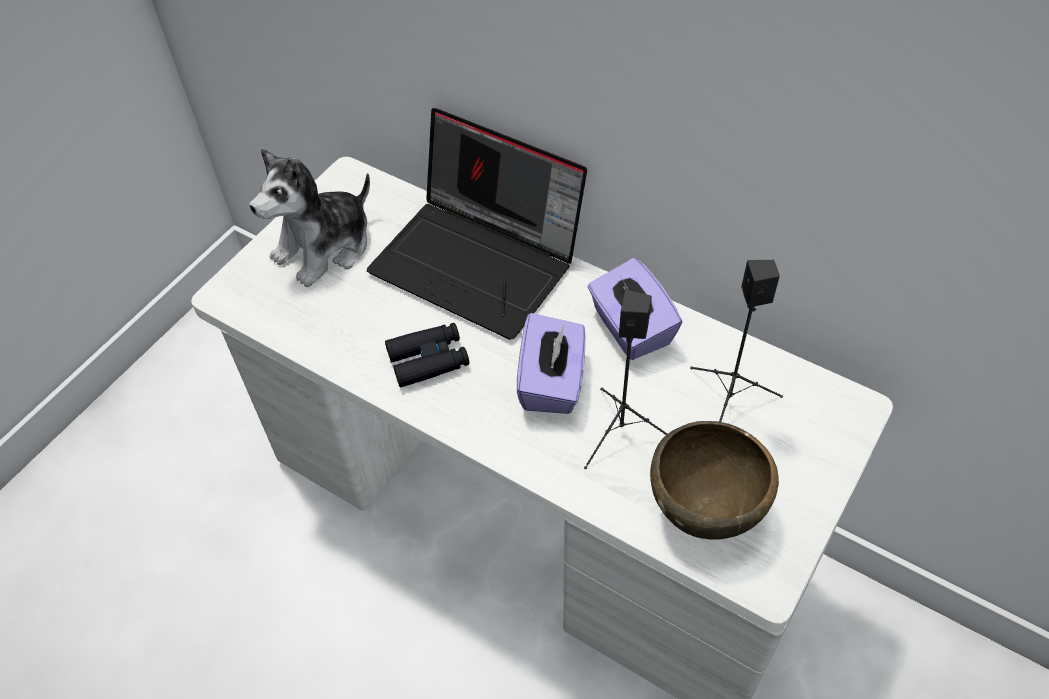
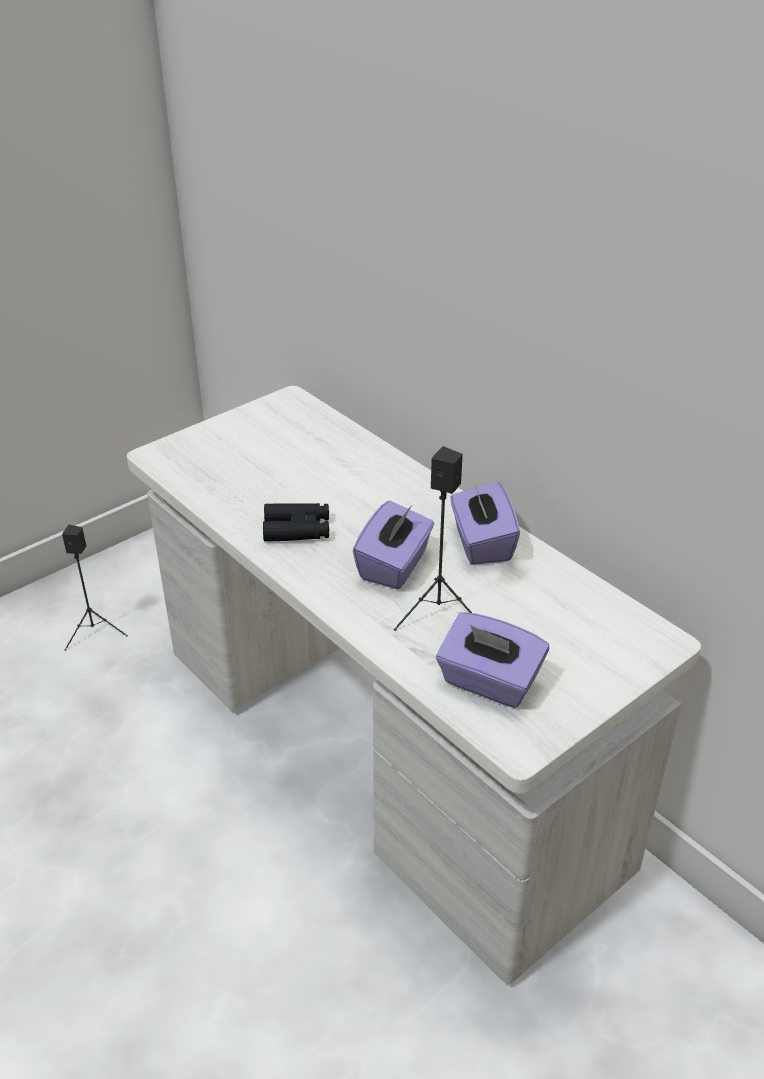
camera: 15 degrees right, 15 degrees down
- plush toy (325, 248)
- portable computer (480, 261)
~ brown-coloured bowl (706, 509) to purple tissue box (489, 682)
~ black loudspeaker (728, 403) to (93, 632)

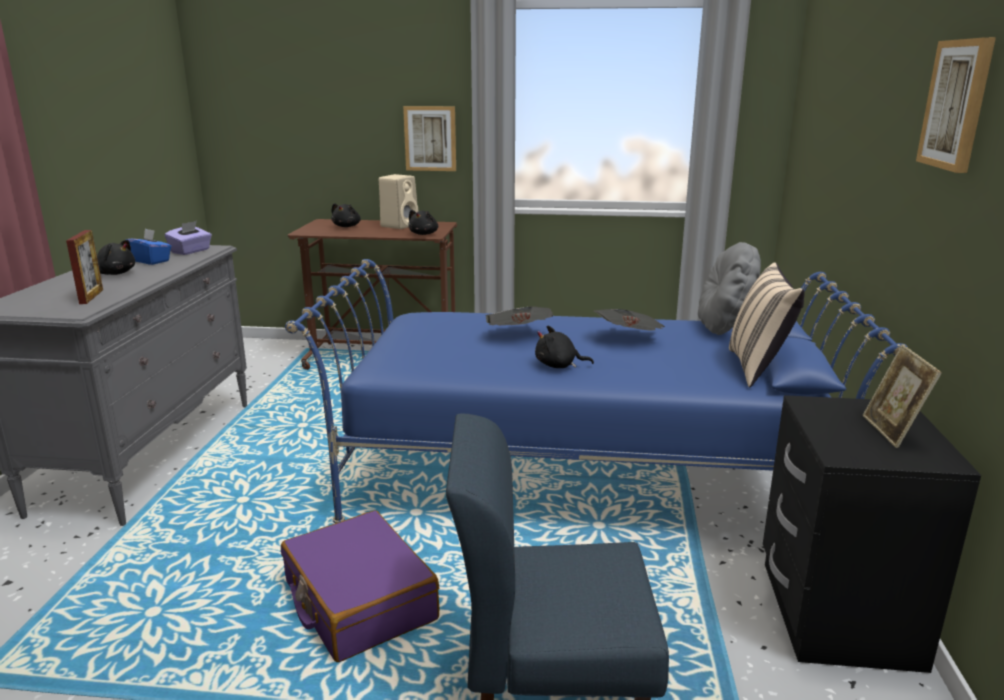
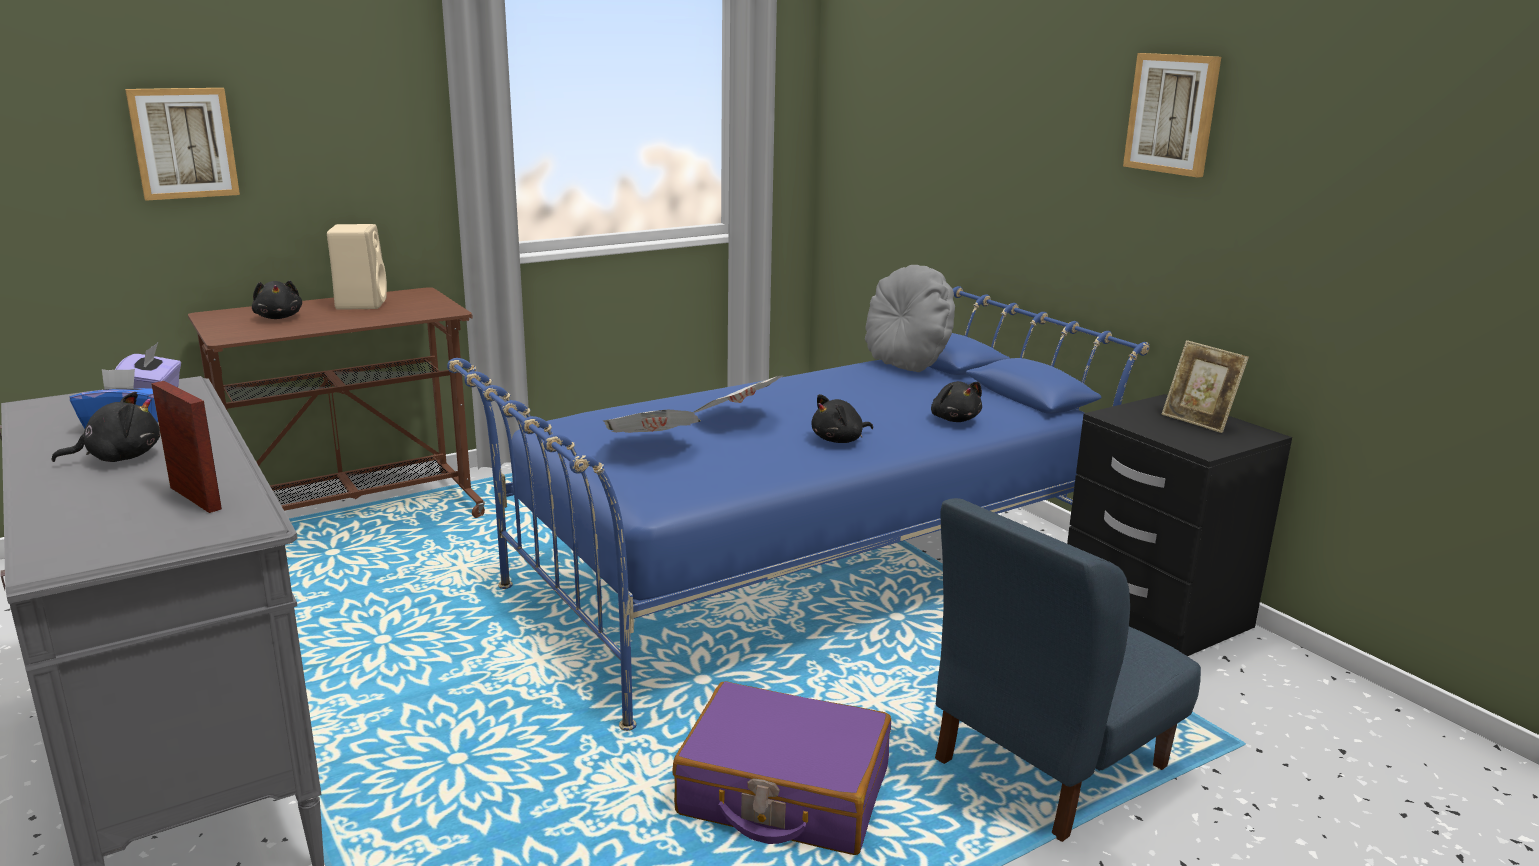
camera: 40 degrees left, 0 degrees up
~ wall art (430, 138) to (183, 143)
~ black plush toy (424, 234) to (954, 419)
~ daily paper (629, 339) to (652, 448)
- sand-coloured throw pillow (758, 368)

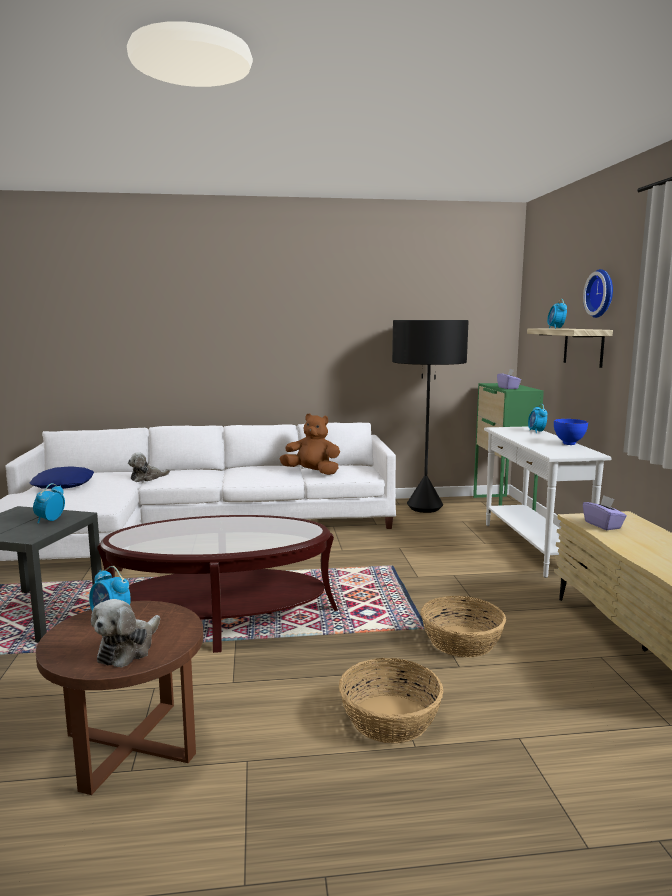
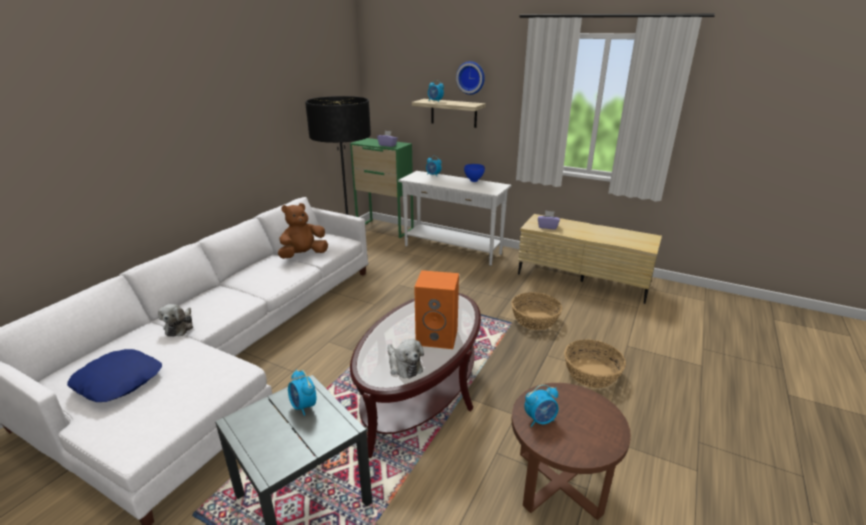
camera: 55 degrees left, 15 degrees up
~ plush toy (128, 649) to (404, 366)
+ orangey loudspeaker (438, 337)

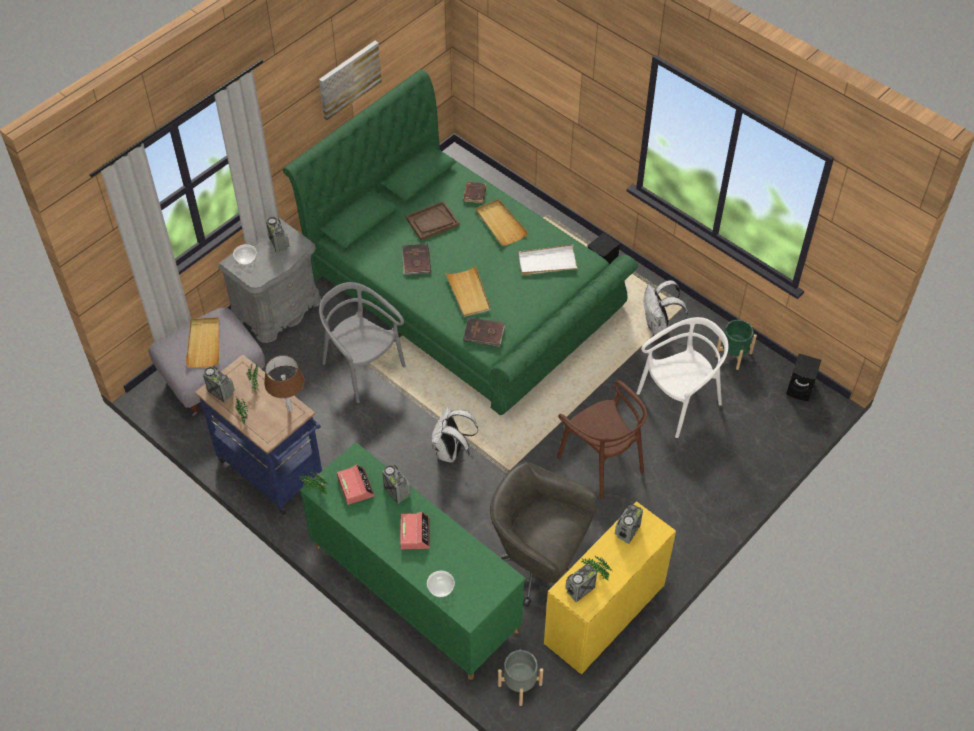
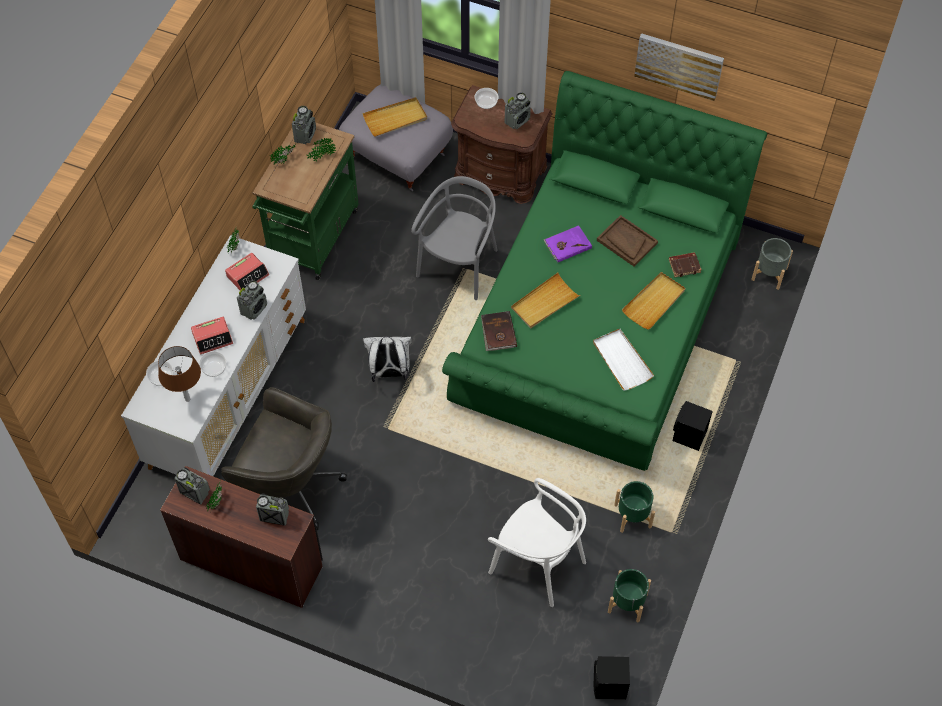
camera: 70 degrees right, 5 degrees up
~ blue-coloured trolley (273, 472) to green-coloured trolley (312, 239)
~ gray nightstand (280, 309) to brown-coloured nightstand (499, 175)
~ brown-coloured tabletop lamp (290, 409) to (188, 399)
~ green-coloured drawer chest (415, 588) to white drawer chest (228, 392)
~ brown-coloured bound book (415, 261) to purple bound book (567, 245)
~ gray computer chair (538, 562) = (290, 486) 105 degrees clockwise
~ gray flower pot (519, 685) to (769, 274)
~ yellowish desk (603, 613) to brown-coloured desk (252, 560)
- brown-coloured chair (602, 462)
~ white rucksack (658, 326) to green-coloured flower pot (633, 516)
+ bowl (214, 368)

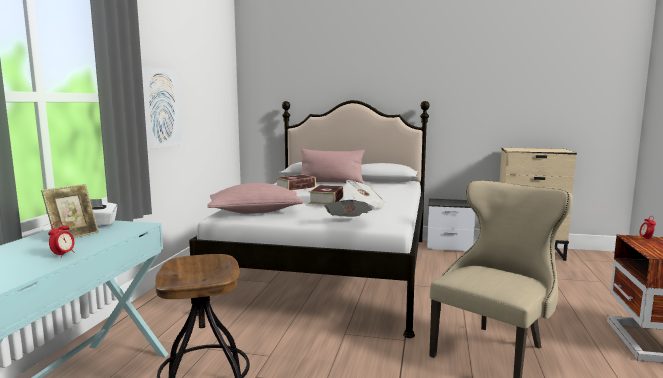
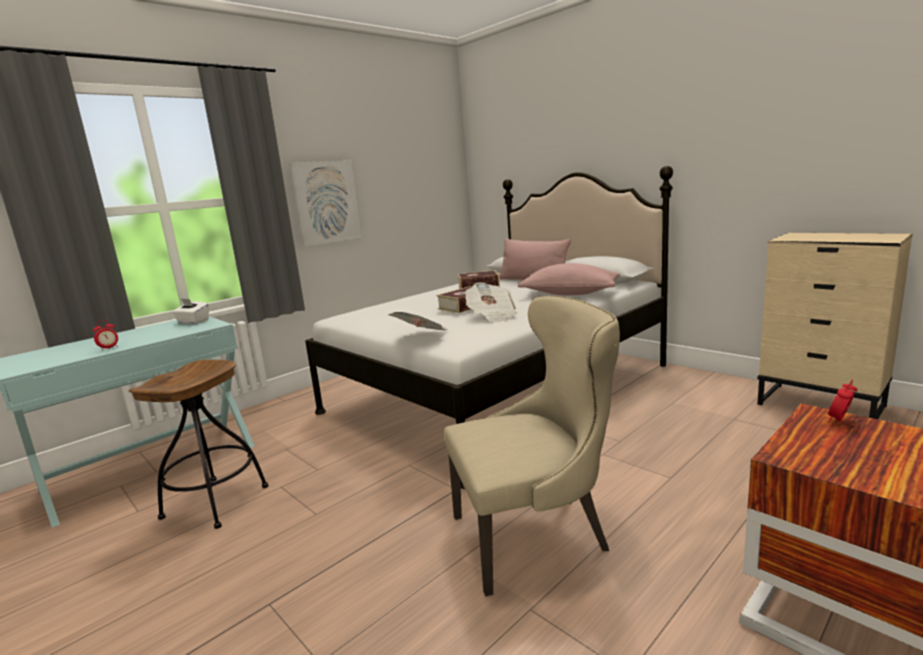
camera: 35 degrees right, 5 degrees up
- picture frame (73, 236)
~ pinkish throw pillow (255, 212) to (569, 294)
- nightstand (450, 246)

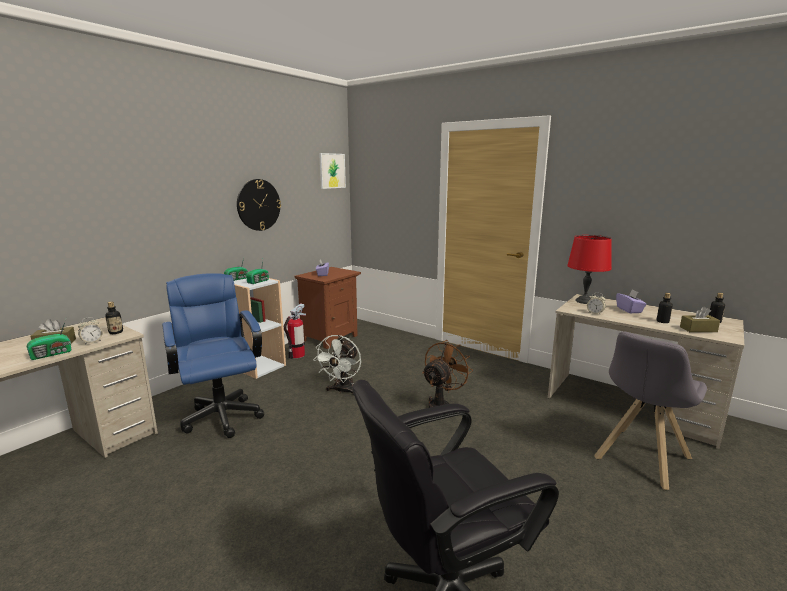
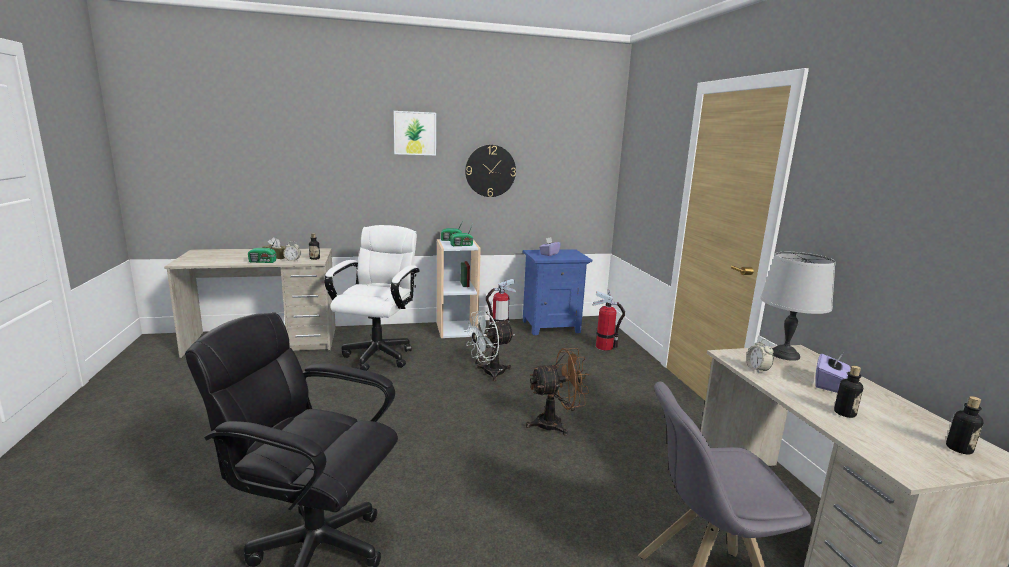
camera: 40 degrees right, 0 degrees up
~ blue-coloured computer chair (221, 416) to white computer chair (379, 355)
~ brown-coloured nightstand (331, 338) to blue-coloured nightstand (552, 327)
~ wall art (332, 171) to (415, 133)
~ reddish tabletop lamp (585, 301) to gray tabletop lamp (785, 355)
- brown-coloured tissue box (698, 329)
+ fire-fighting cylinder (604, 347)

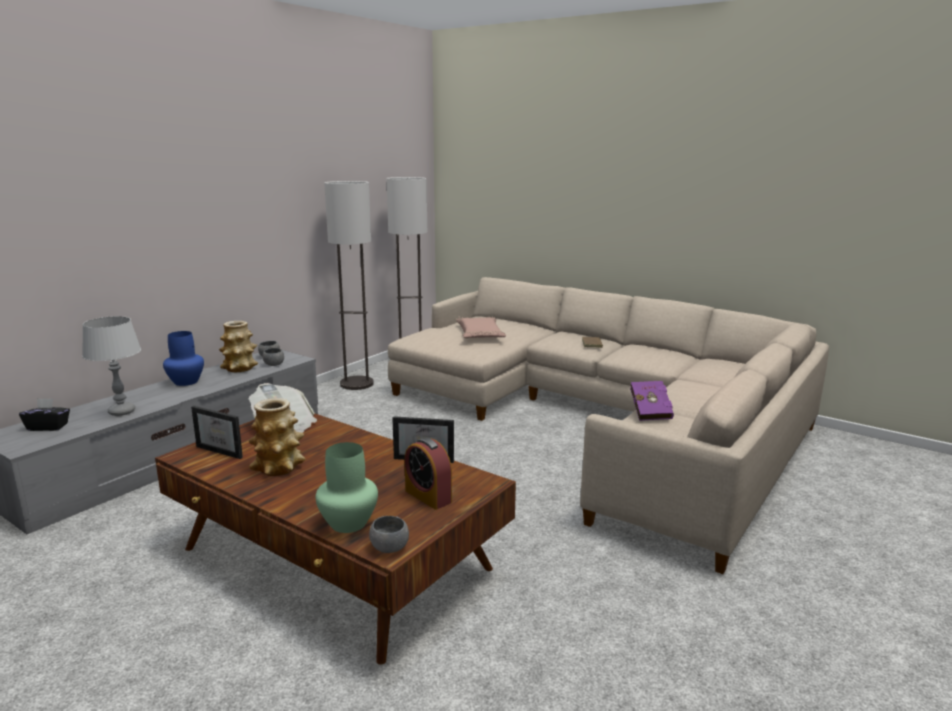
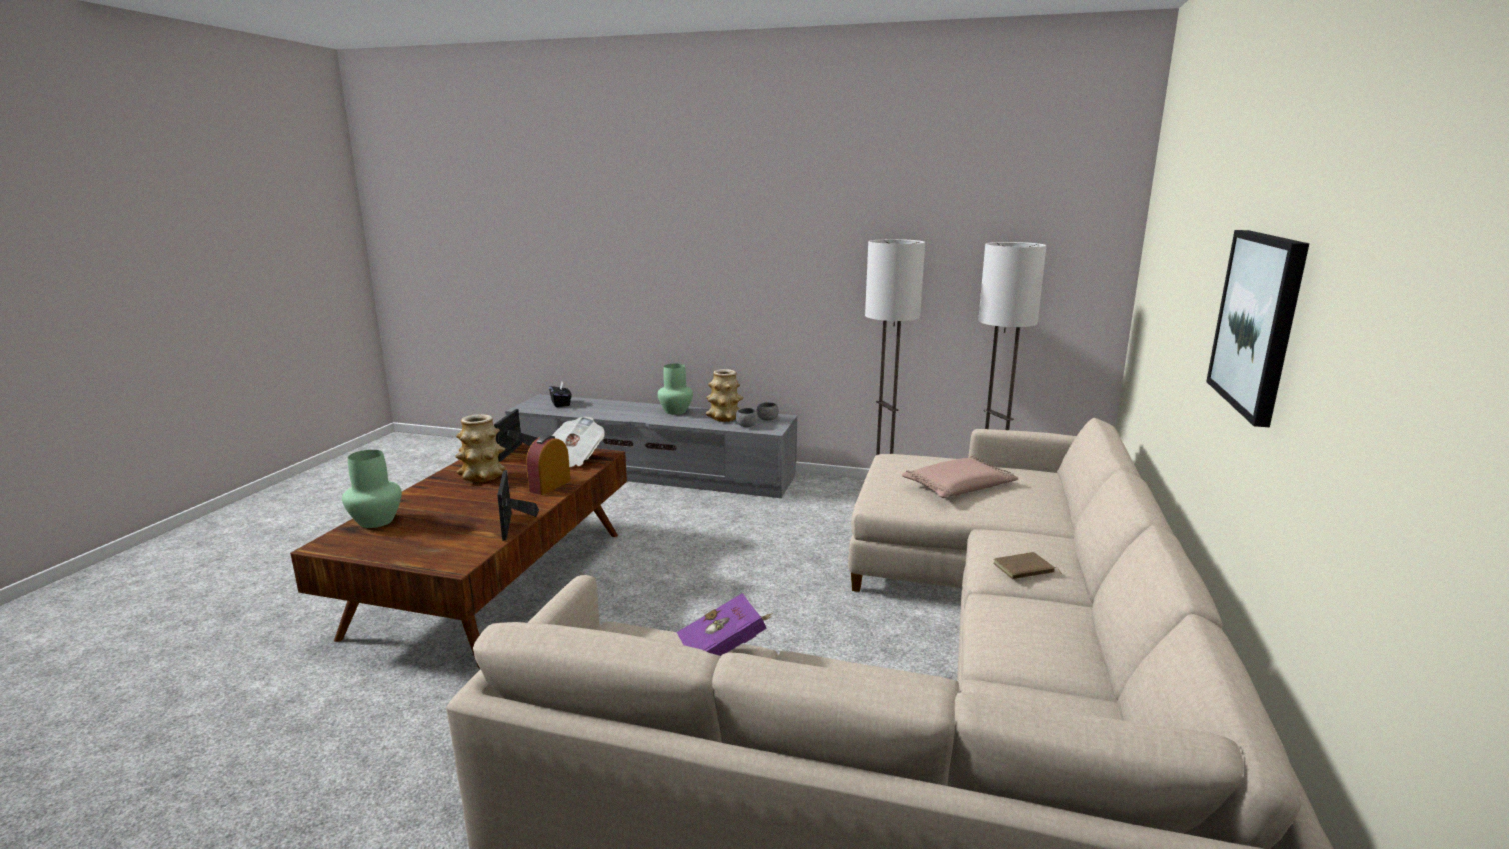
camera: 70 degrees right, 0 degrees up
- gray tabletop lamp (122, 412)
~ blue-coloured flower vase (185, 382) to green-coloured flower vase (675, 411)
- gray bowl (389, 548)
~ table clock (428, 496) to (550, 486)
+ wall art (1258, 322)

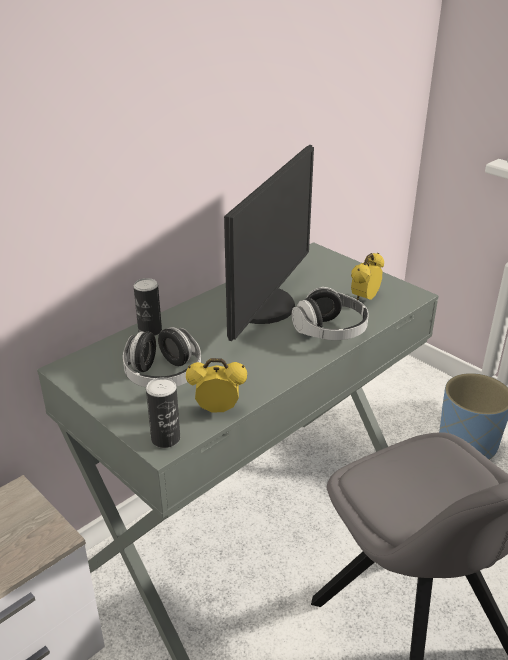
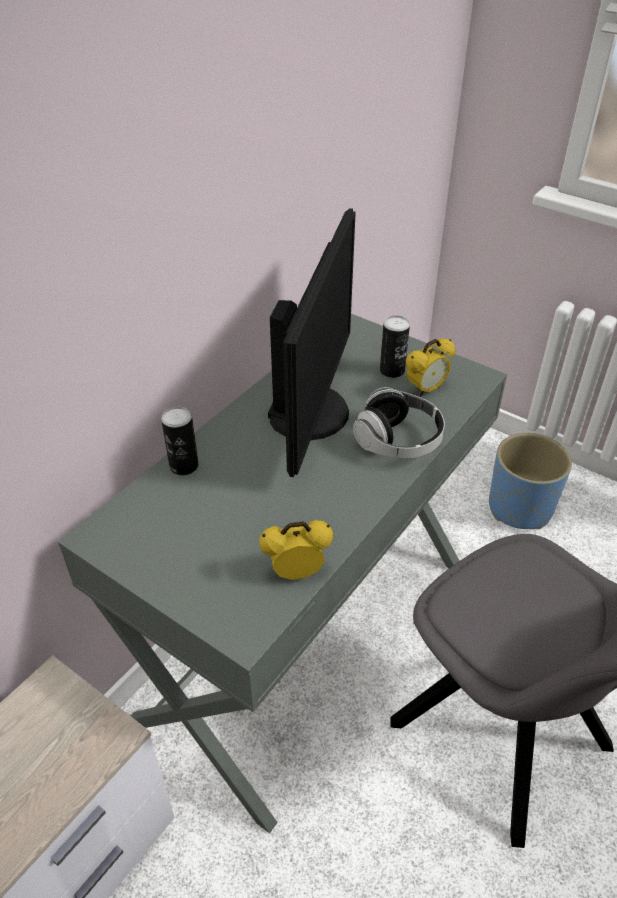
camera: 10 degrees left, 10 degrees up
- pair of headphones (163, 376)
~ can (165, 438) to (392, 370)
~ table clock (364, 299) = (426, 389) 150 degrees counterclockwise

